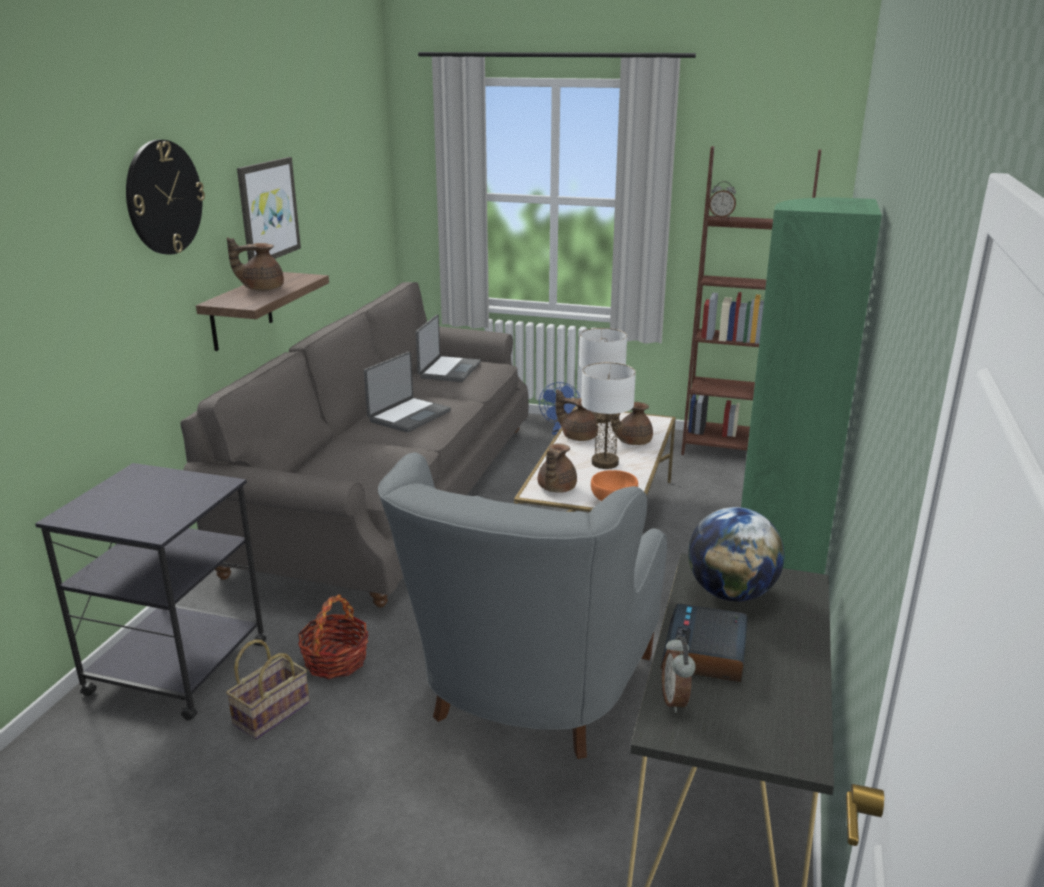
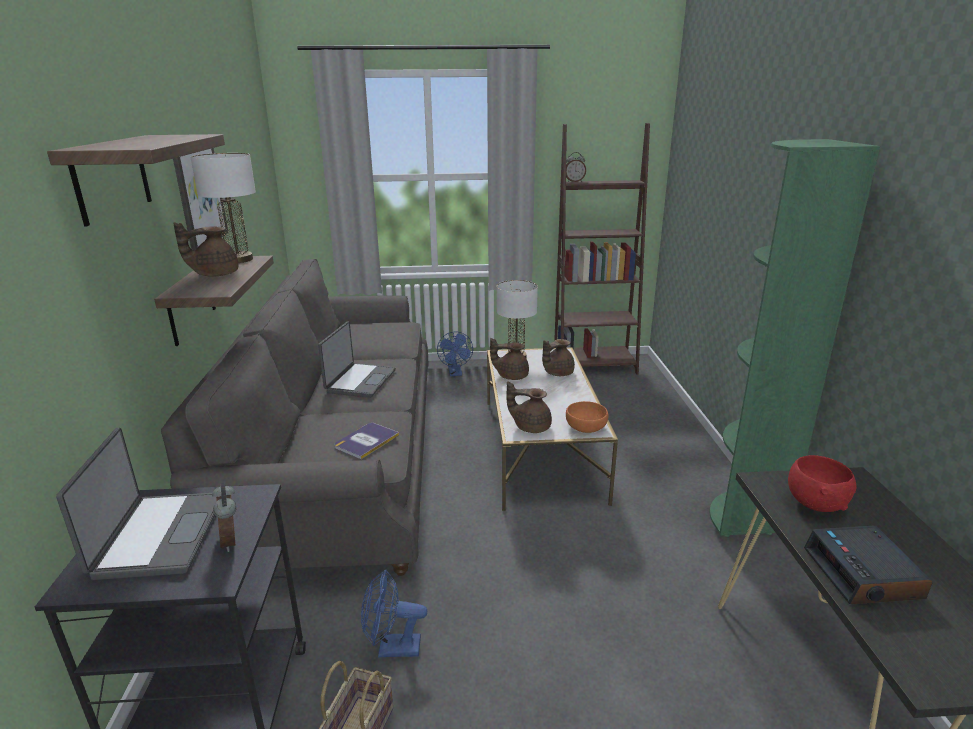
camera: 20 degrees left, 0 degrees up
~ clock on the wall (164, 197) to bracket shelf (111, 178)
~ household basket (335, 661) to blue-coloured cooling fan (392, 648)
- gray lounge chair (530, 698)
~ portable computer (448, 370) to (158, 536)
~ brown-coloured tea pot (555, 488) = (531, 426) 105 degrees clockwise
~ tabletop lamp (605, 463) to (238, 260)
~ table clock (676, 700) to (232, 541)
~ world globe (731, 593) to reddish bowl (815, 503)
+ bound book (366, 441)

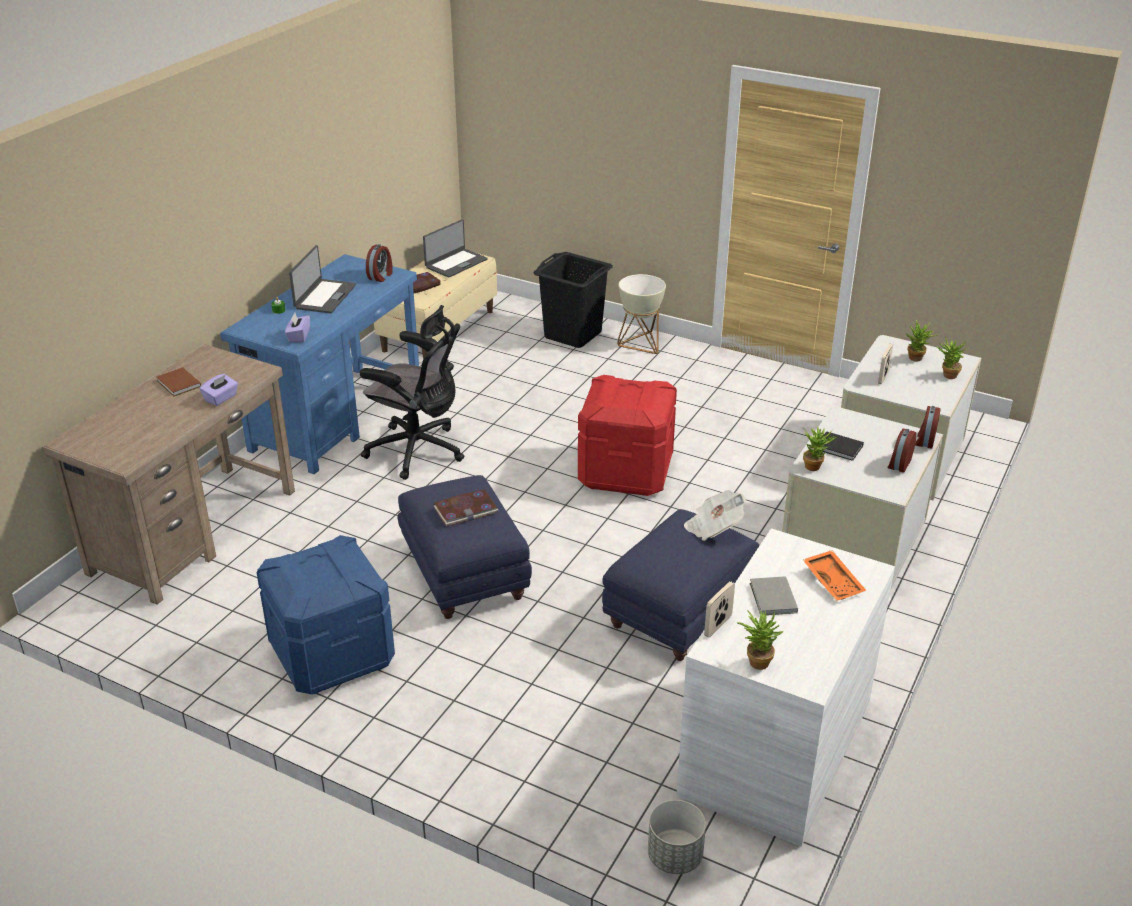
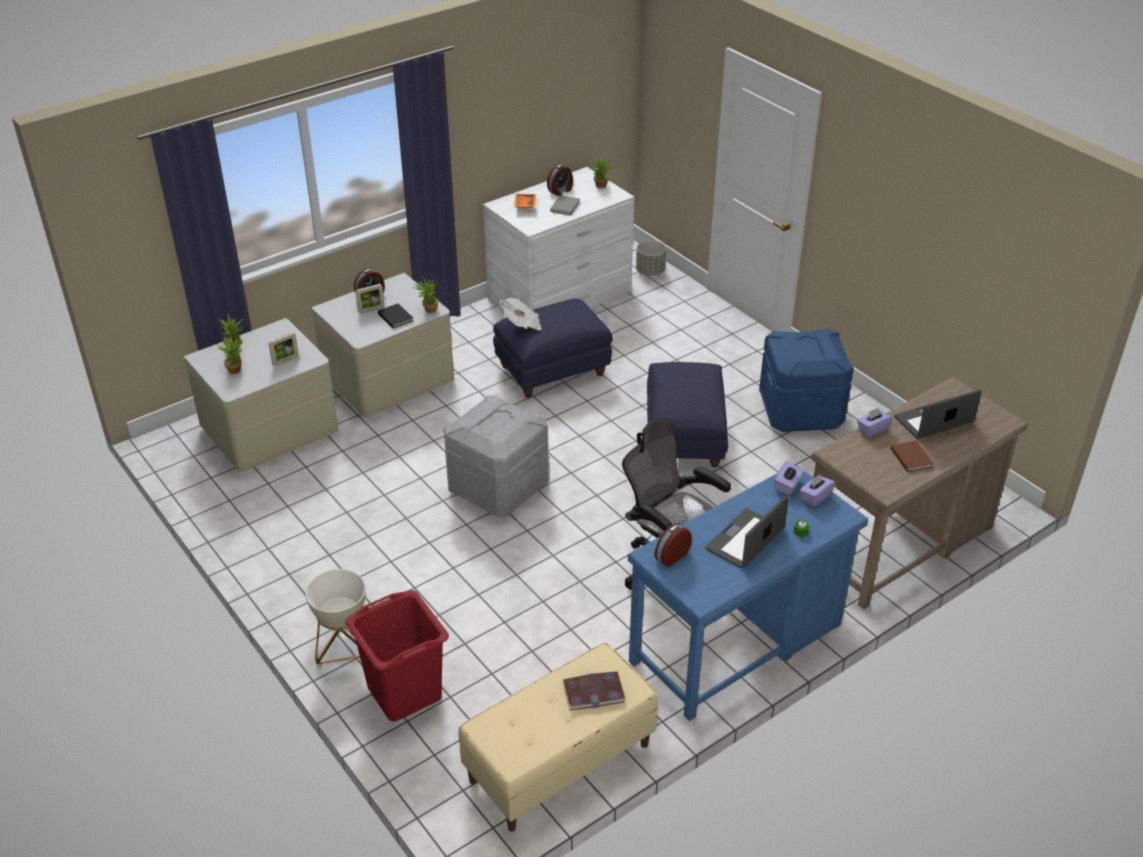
camera: 155 degrees left, 5 degrees up
~ portable computer (455, 263) to (934, 421)
- bound book (466, 510)
~ black hamper (573, 335) to reddish hamper (405, 692)
~ reddish storage container (626, 472) to gray storage container (498, 487)
~ picture frame (718, 626) to (371, 310)
~ table clock (925, 440) to (560, 191)
+ purple tissue box (815, 497)

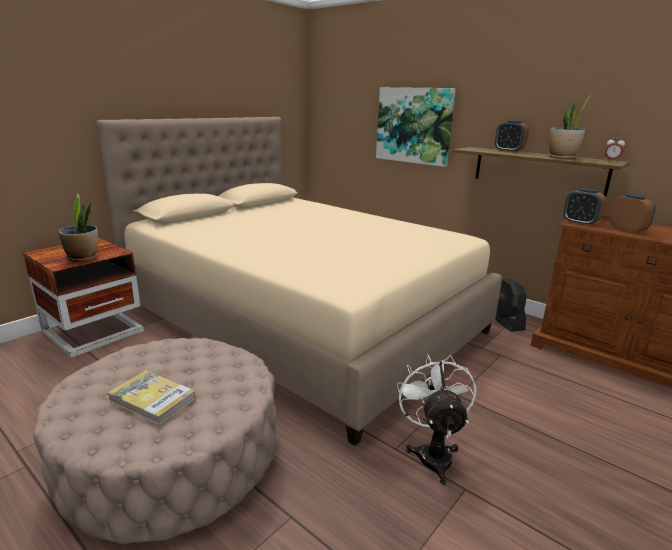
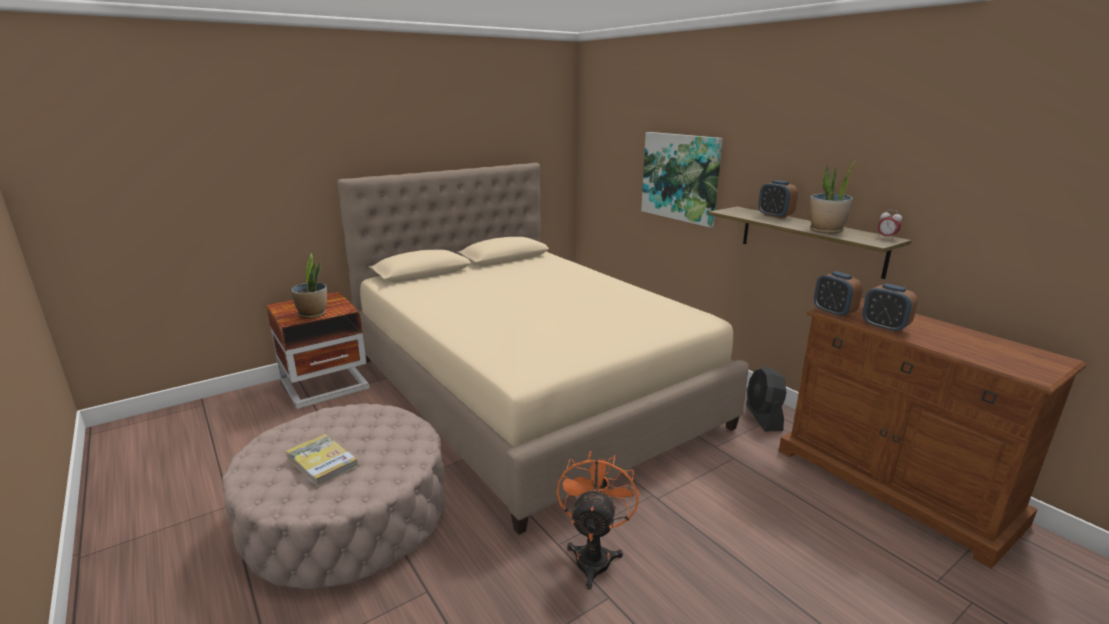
camera: 15 degrees right, 0 degrees up
~ white cooling fan (432, 453) to orangey cooling fan (594, 555)
~ table clock (627, 230) = (884, 327) 150 degrees clockwise

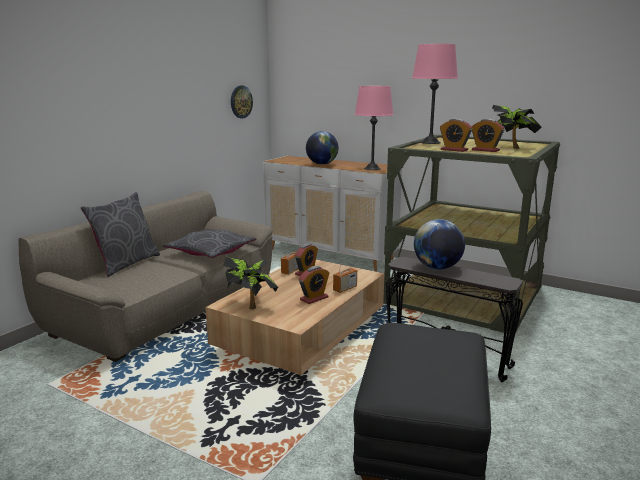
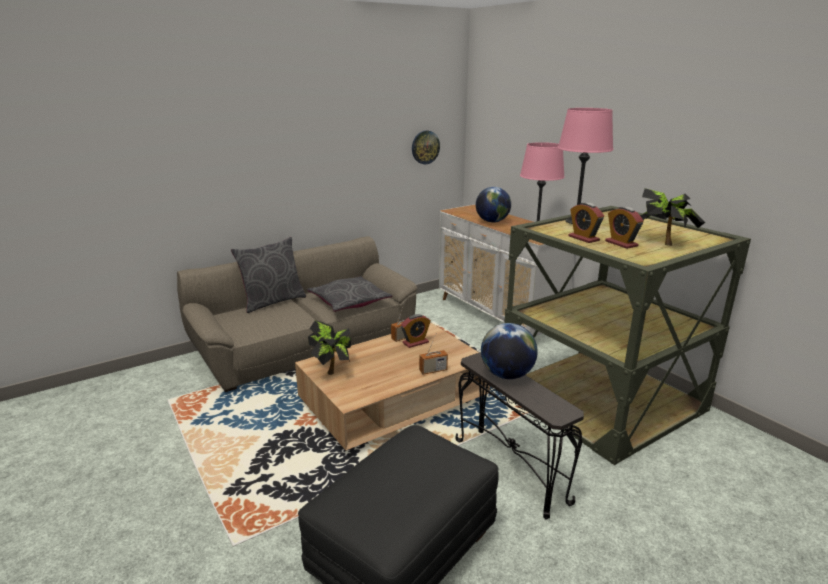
camera: 25 degrees right, 5 degrees up
- table clock (314, 298)

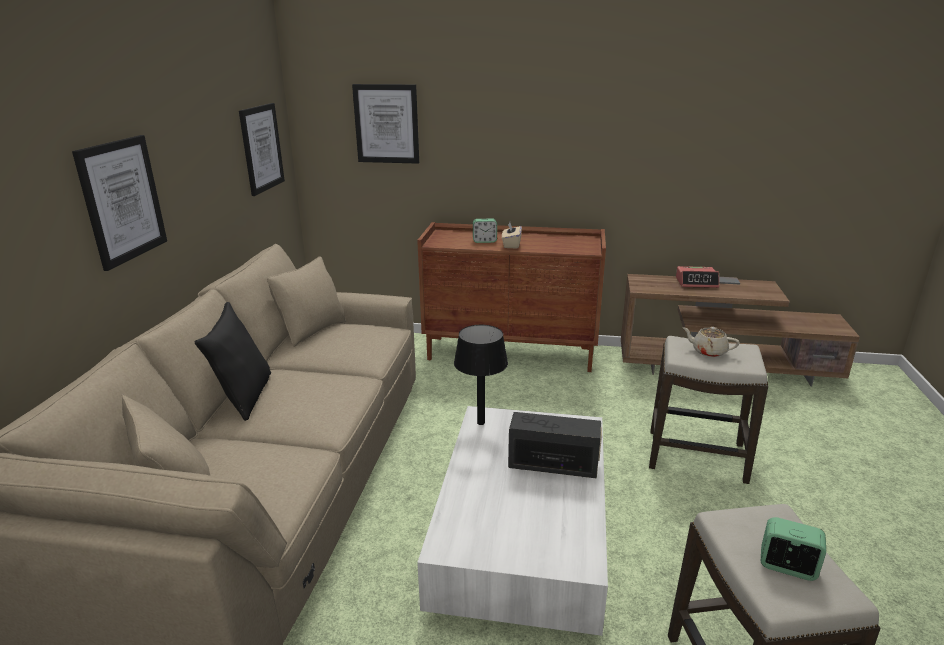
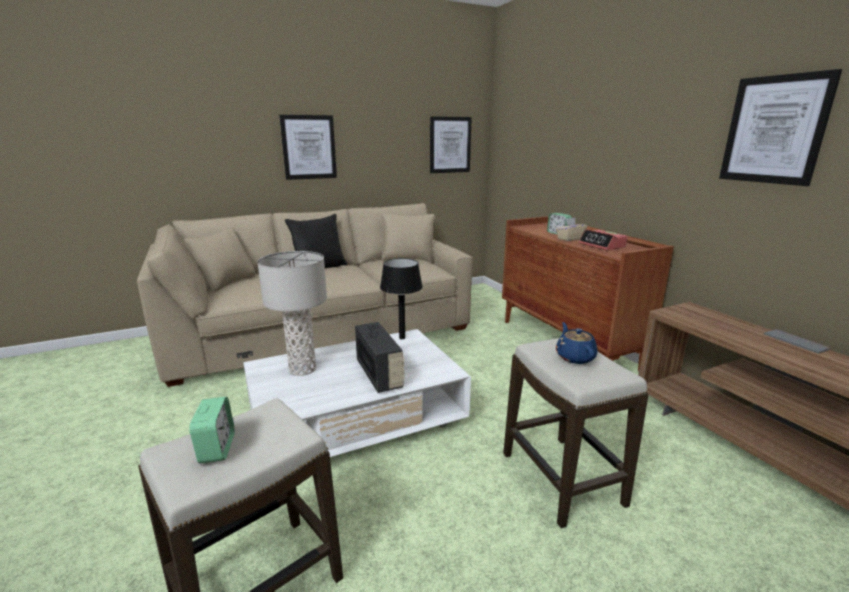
camera: 55 degrees right, 5 degrees down
~ wall art (386, 124) to (774, 130)
~ table clock (696, 282) to (602, 245)
~ sand-coloured tea pot (708, 351) to blue-coloured tea pot (574, 357)
+ white tabletop lamp (302, 369)

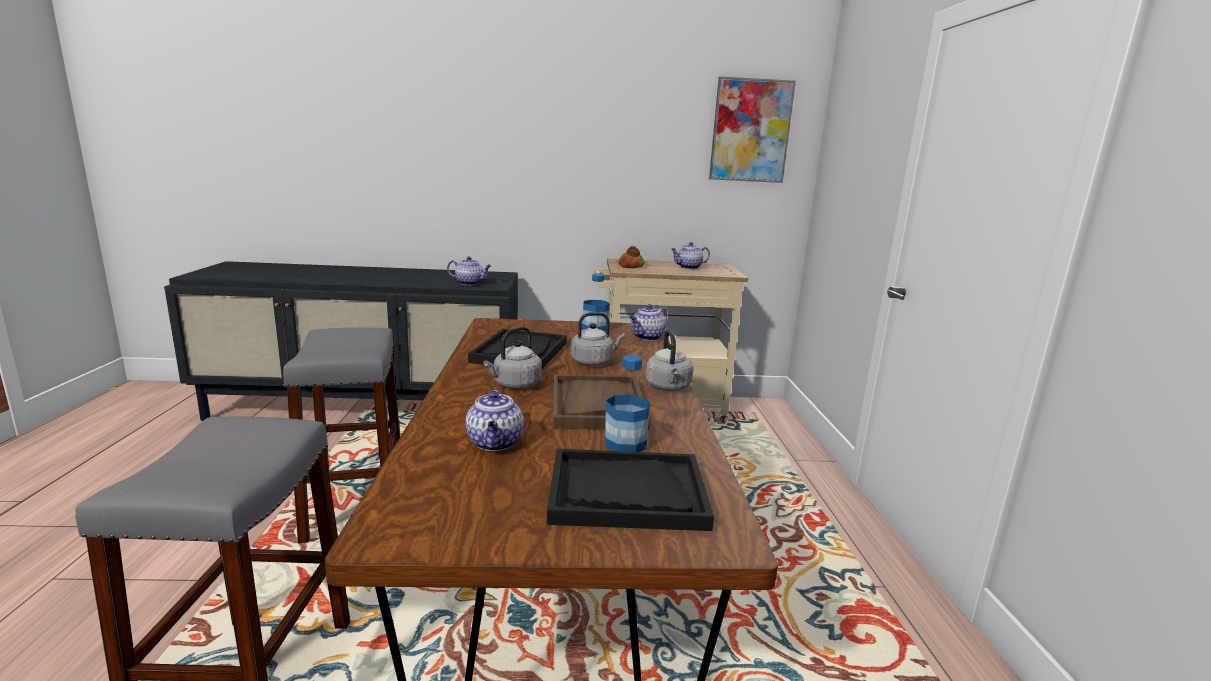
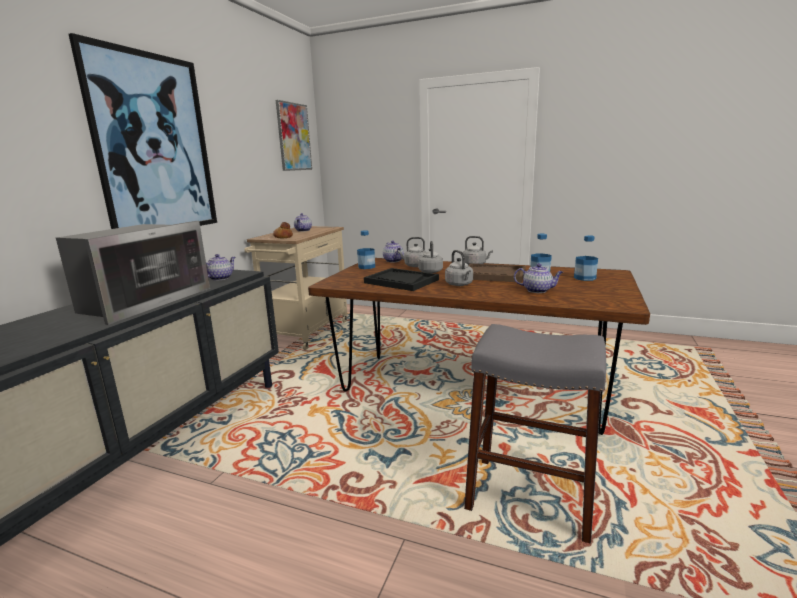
camera: 65 degrees left, 0 degrees up
- gray stool seat (356, 504)
~ black carrying tray (626, 493) to bottle (584, 278)
+ kitchen microwave (142, 302)
+ wall art (154, 145)
+ gray water kettle (414, 266)

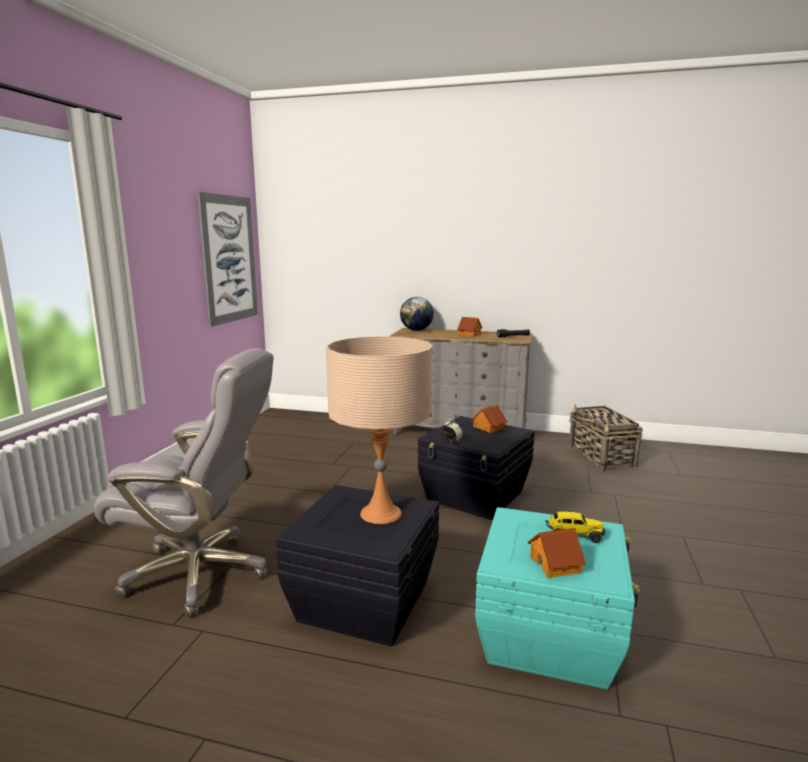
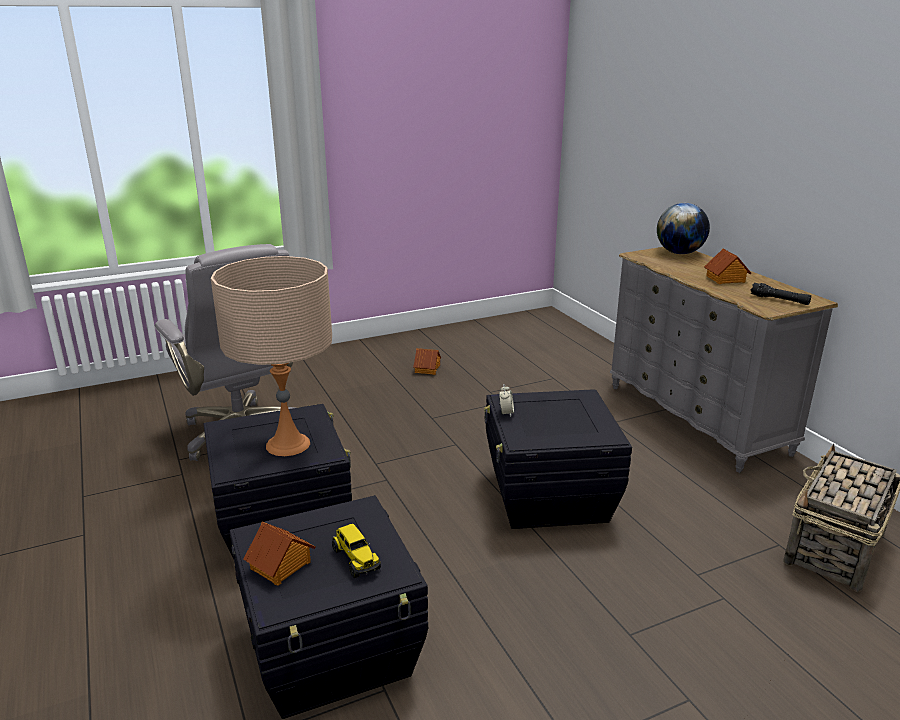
camera: 50 degrees right, 10 degrees up
- wall art (229, 259)
~ model house (488, 428) to (427, 369)
~ blue-green storage container (550, 636) to black storage container (333, 650)

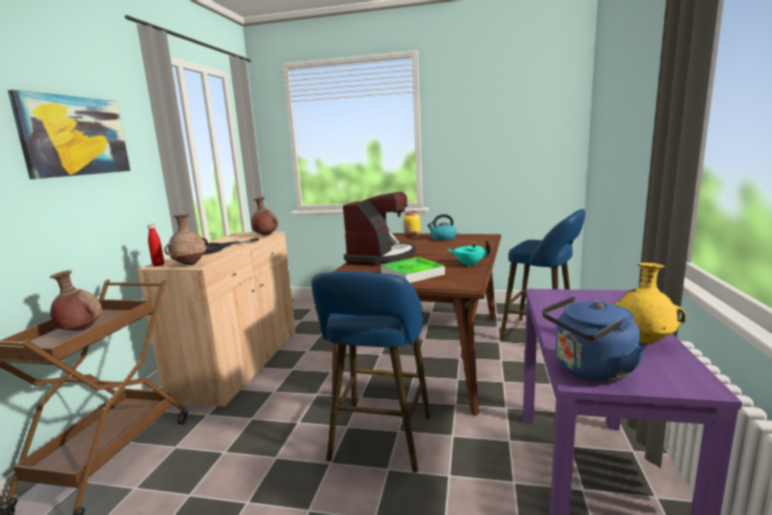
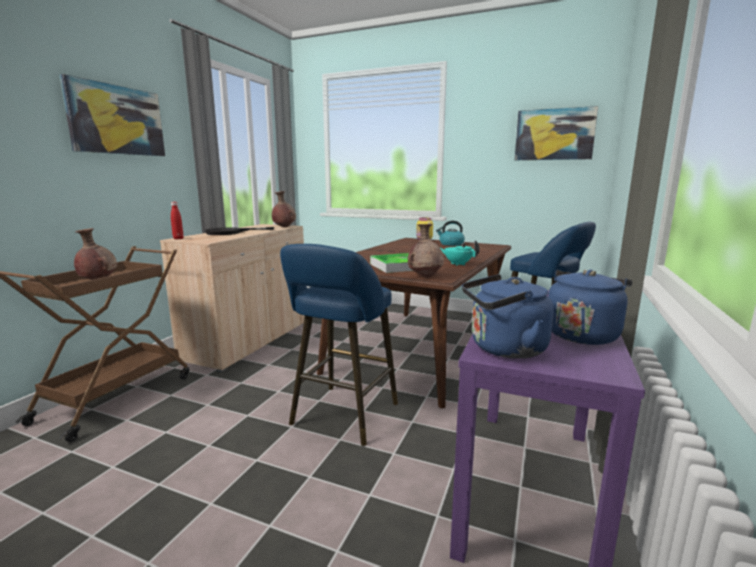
camera: 10 degrees right, 0 degrees up
~ brown-coloured flower vase (190, 264) to (425, 276)
- coffee machine (381, 257)
~ yellowish flower vase (643, 341) to blue-coloured water kettle (581, 334)
+ wall art (554, 134)

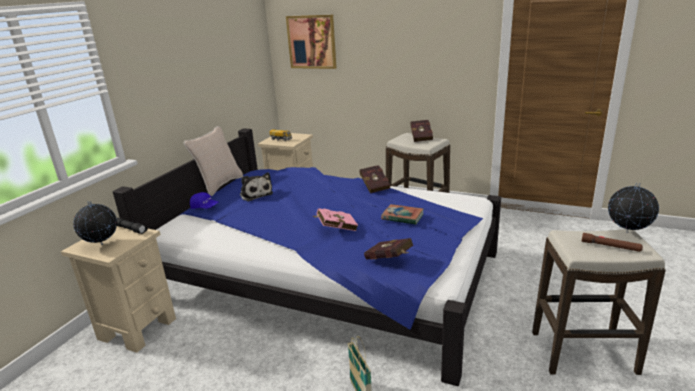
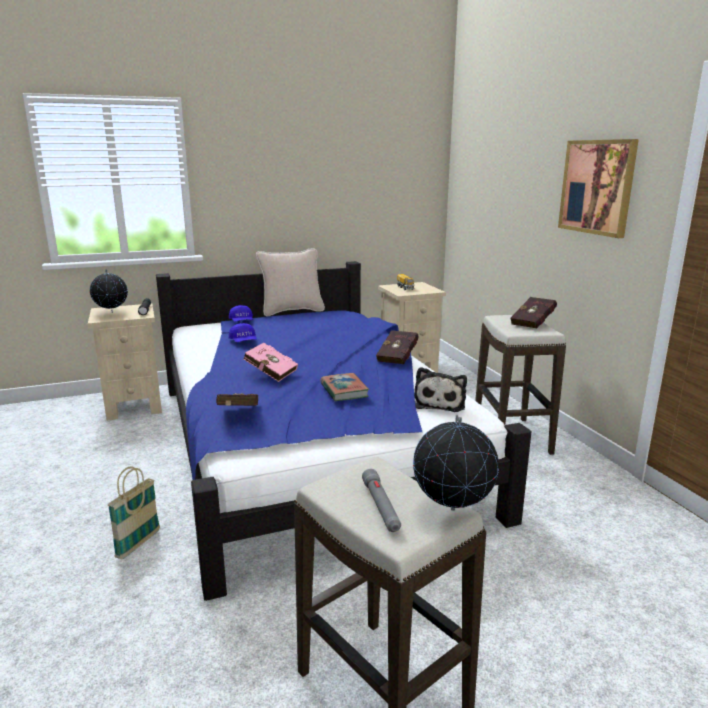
camera: 45 degrees right, 5 degrees down
~ plush toy (255, 194) to (440, 403)
~ wall art (312, 42) to (597, 187)
~ brown-coloured torch (610, 246) to gray torch (381, 506)
+ blue-coloured peaked cap (243, 342)

